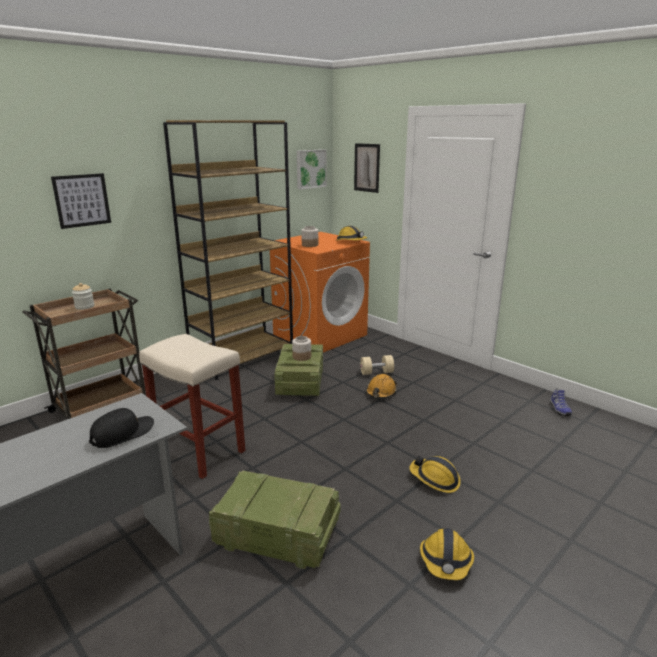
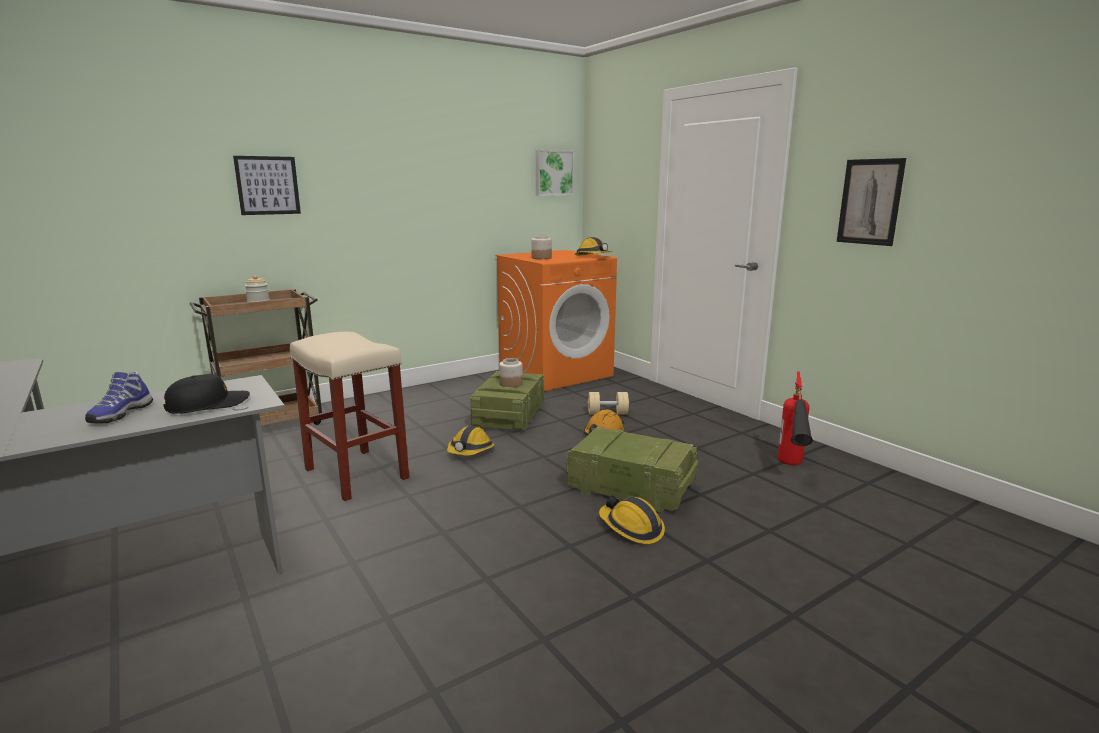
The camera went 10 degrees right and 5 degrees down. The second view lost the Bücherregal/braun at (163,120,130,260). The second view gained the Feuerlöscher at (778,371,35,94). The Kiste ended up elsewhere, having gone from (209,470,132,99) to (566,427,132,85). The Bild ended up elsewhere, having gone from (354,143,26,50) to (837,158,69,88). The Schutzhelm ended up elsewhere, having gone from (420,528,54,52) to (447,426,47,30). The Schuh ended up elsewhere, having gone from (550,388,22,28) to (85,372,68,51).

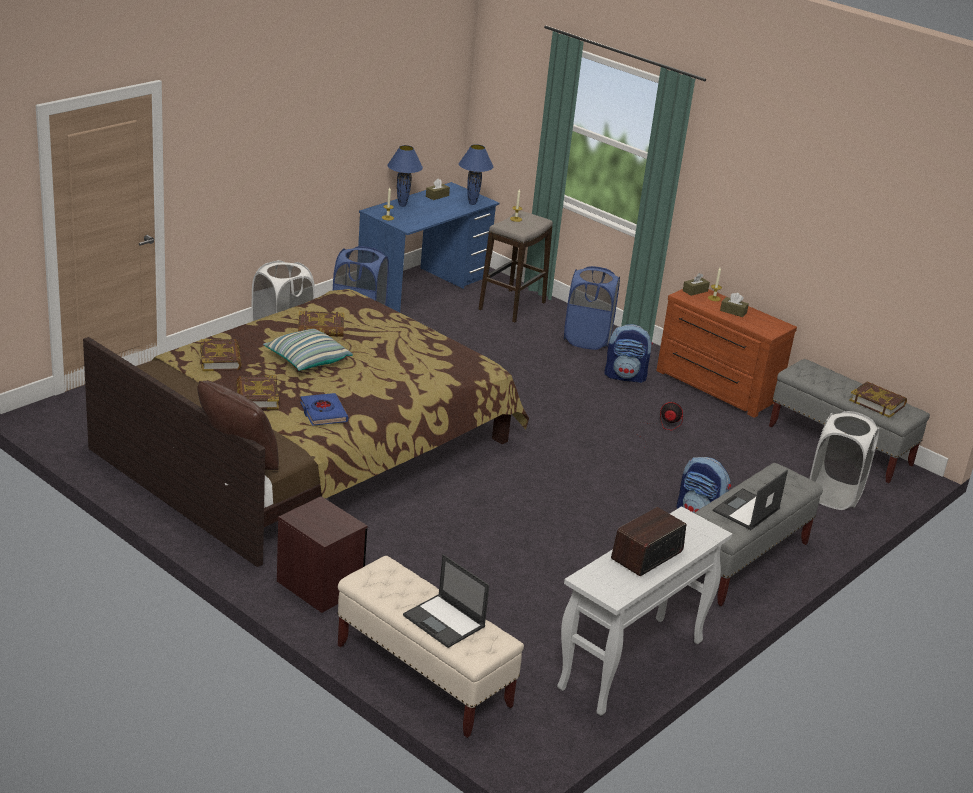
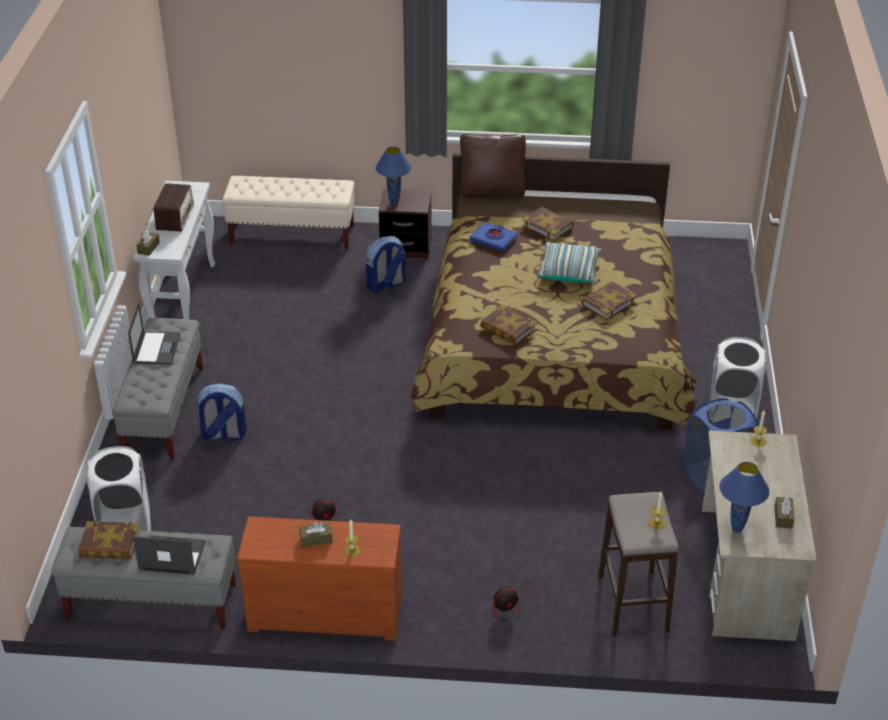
The camera went 145 degrees right and 10 degrees up. The Buch ended up elsewhere, having gone from (200,339,41,32) to (480,305,57,40). The Tischlampe/blau ended up elsewhere, having gone from (387,145,36,62) to (375,147,36,58). The Laptop ended up elsewhere, having gone from (403,554,86,94) to (133,535,73,40). The Rucksack ended up elsewhere, having gone from (604,324,49,59) to (366,236,40,57). The Taschentuchbox/braun ended up elsewhere, having gone from (683,273,27,23) to (136,230,24,26). Where the Wäschekorb/blau stood at (564,266,56,84), the Ventilator came to stand at (492,567,40,53). What was the Schreibtisch/blau at (358,182,141,131) turned into the Schreibtisch/beige at (702,430,115,211).

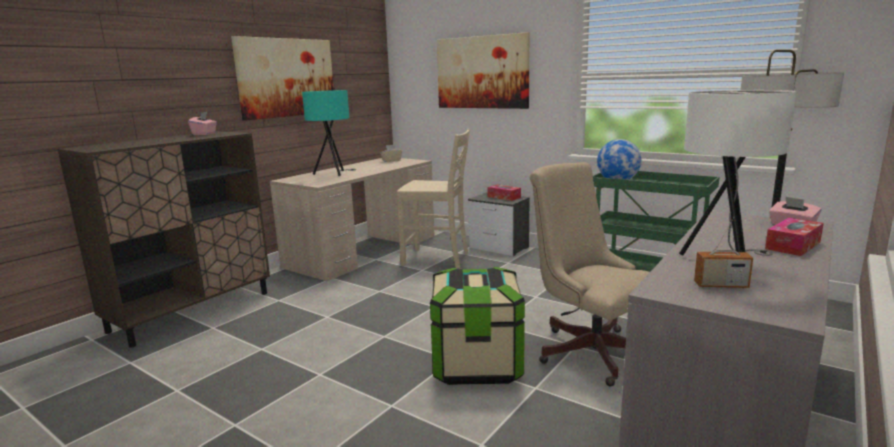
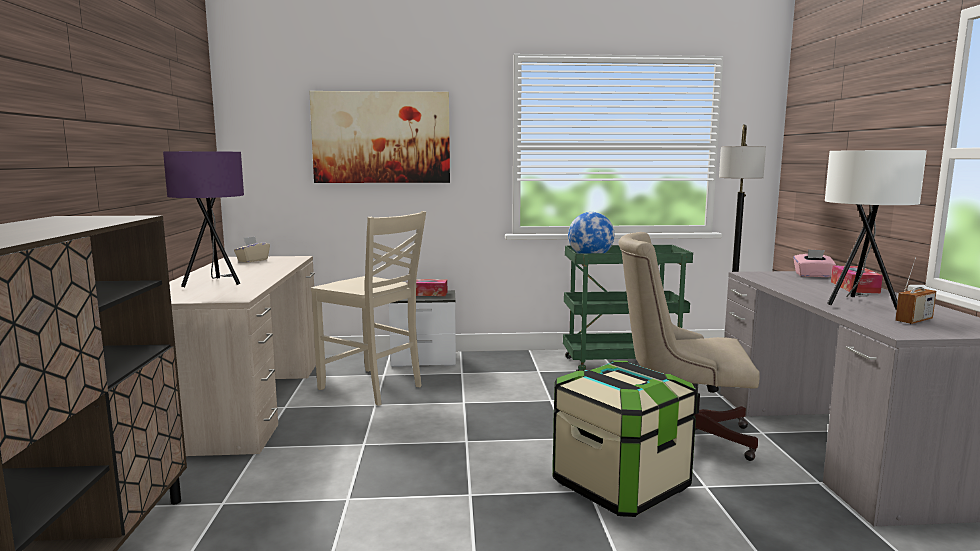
The camera went 40 degrees left and 5 degrees down. The second view lost the Taschentuchbox/rosa at (188,112,29,23). The second view lost the Bild at (231,36,103,85). What was the Tischlampe/türkis at (302,90,54,86) turned into the Tischlampe/lila at (163,151,81,136). The Stuhl/beige at (397,129,73,140) ended up facing another way, 60 degrees clockwise from before.

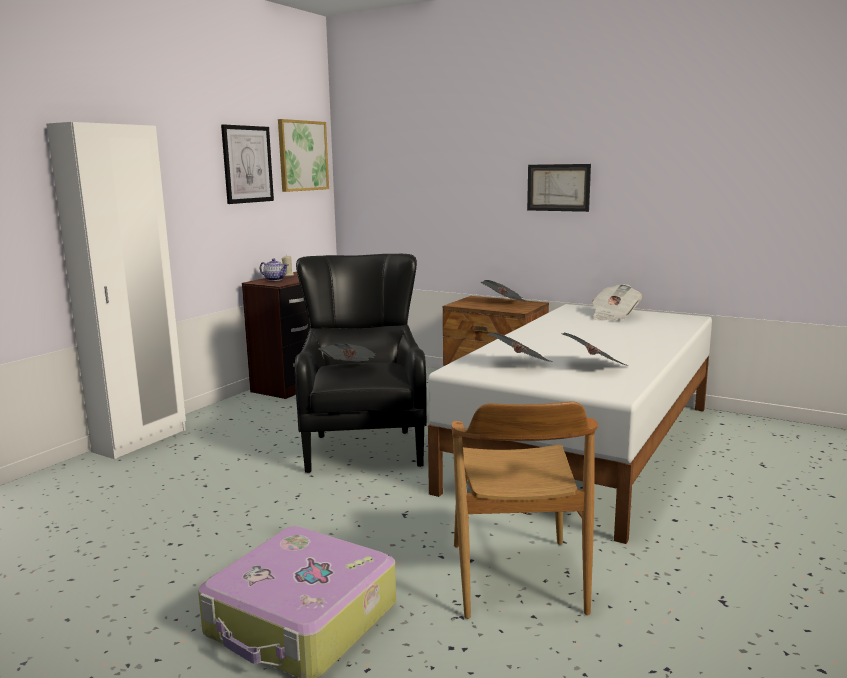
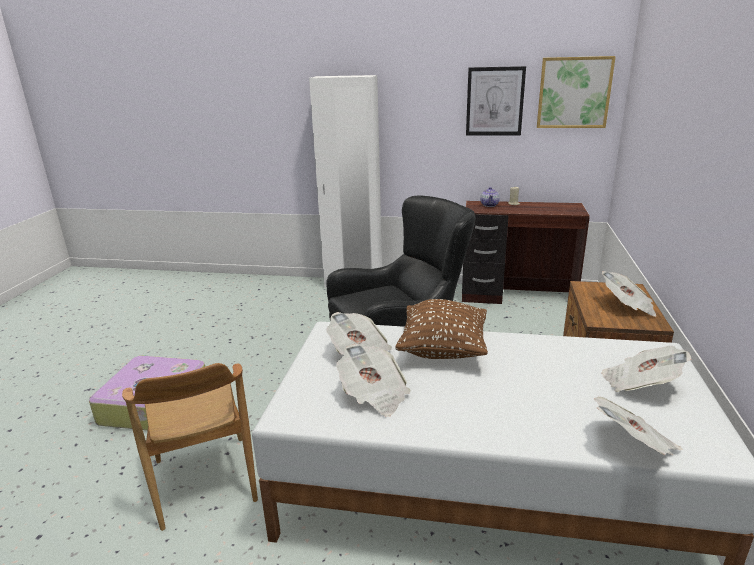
The camera went 70 degrees right and 10 degrees up. The second view lost the Bild at (527,164,64,48). The second view gained the Kissen/braun at (395,299,93,60). The Zeitung ended up elsewhere, having gone from (318,343,58,18) to (594,397,88,58). The Stuhl/braun at (451,401,147,218) ended up facing another way, 90 degrees counterclockwise from before.

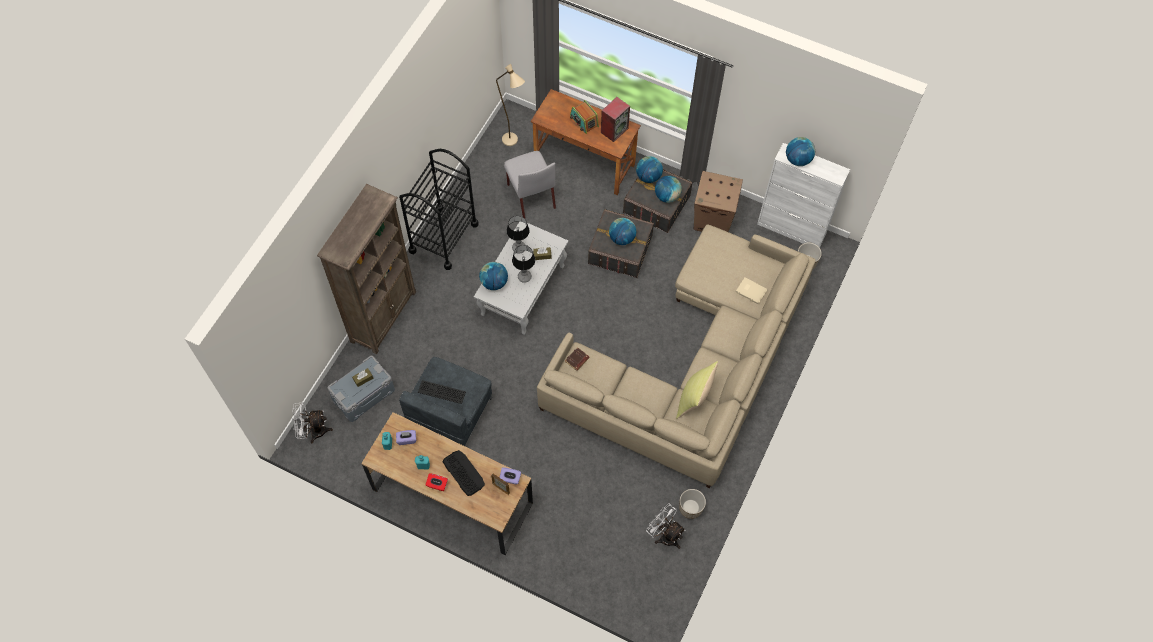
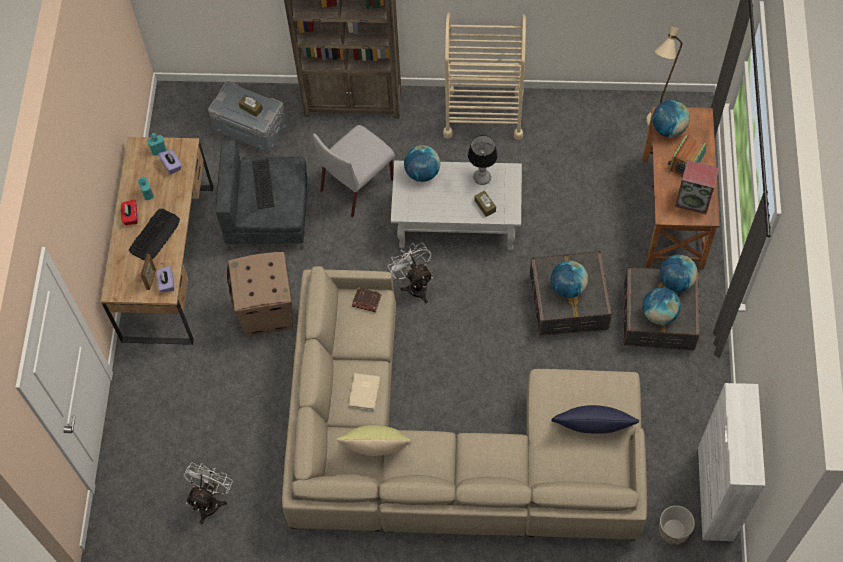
The camera went 70 degrees right and 0 degrees up. The second view lost the Tischlampe at (512,245,23,38). The second view lost the Pflanzkübel at (679,489,27,30). The second view gained the Kissen/blau at (551,405,88,29). The Ventilator/weiß ended up elsewhere, having gone from (292,402,41,41) to (388,242,45,61). The Stuhl/grau ended up elsewhere, having gone from (504,151,52,67) to (313,125,82,92). The Karton ended up elsewhere, having gone from (694,171,49,61) to (227,252,66,85). The Buch/beige ended up elsewhere, having gone from (736,277,31,27) to (348,373,32,37). The Globus ended up elsewhere, having gone from (786,137,29,29) to (652,100,38,37). What was the Rollwagen/schwarz at (399,149,80,121) turned into the Rollwagen/beige at (443,13,83,127).

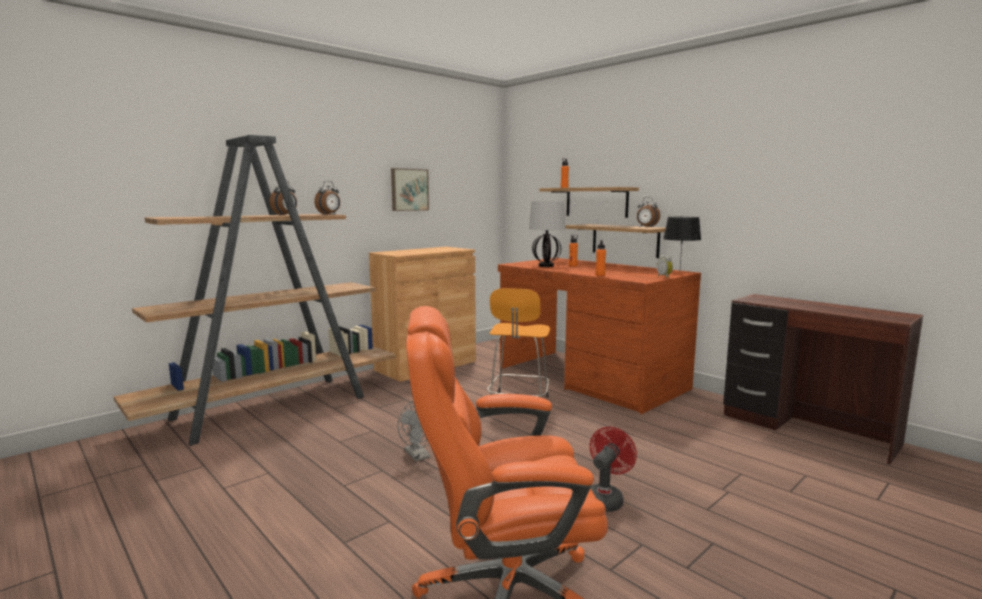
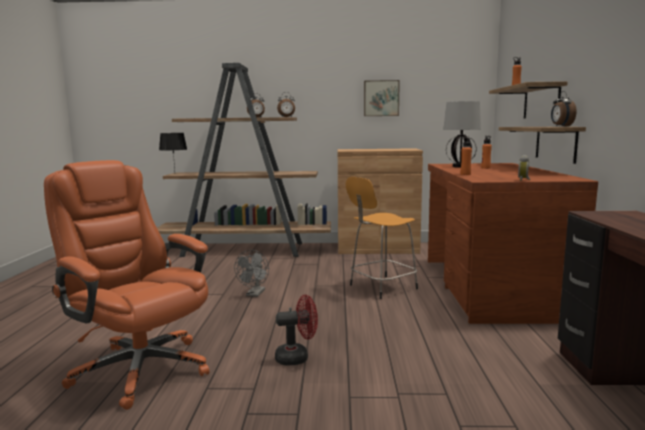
The camera went 45 degrees right and 0 degrees up. The Tischlampe/schwarz ended up elsewhere, having gone from (663,217,38,50) to (159,133,28,37).

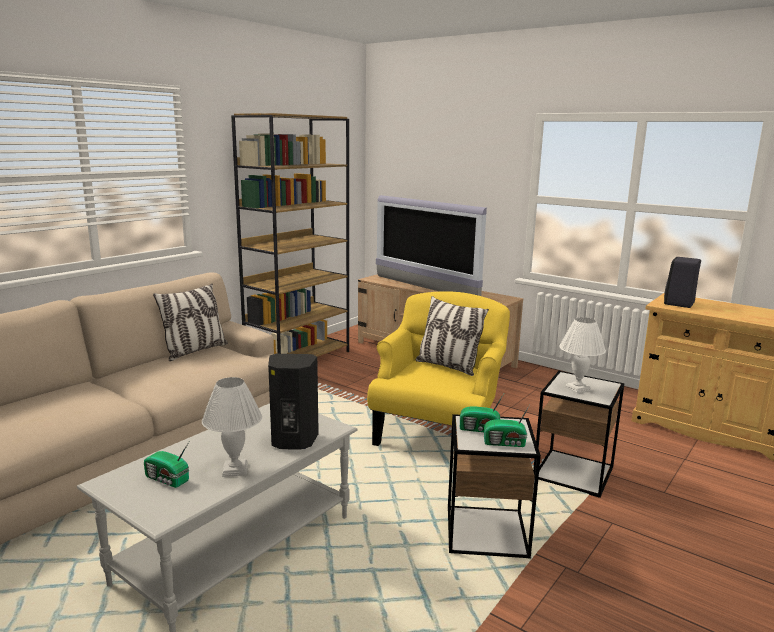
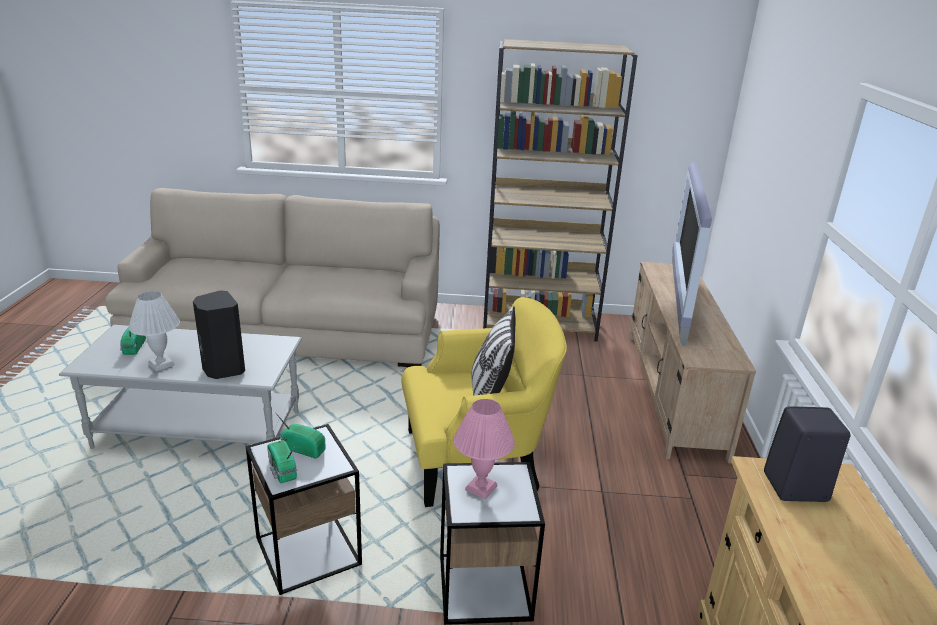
The camera went 55 degrees right and 10 degrees up. The second view lost the Kissen at (153,284,75,77). What was the Tischlampe/weiß at (559,317,47,76) turned into the Tischlampe/rosa at (454,399,61,100). The Radio at (460,392,45,40) ended up facing another way, 135 degrees clockwise from before.

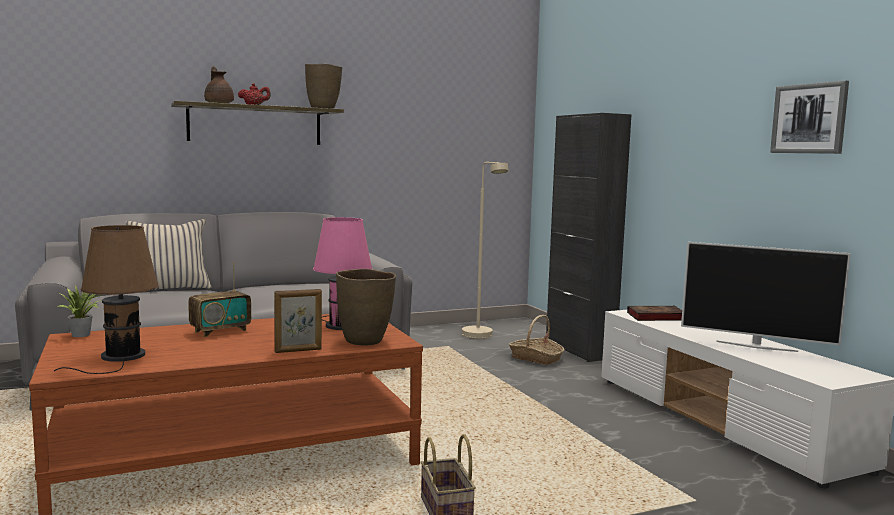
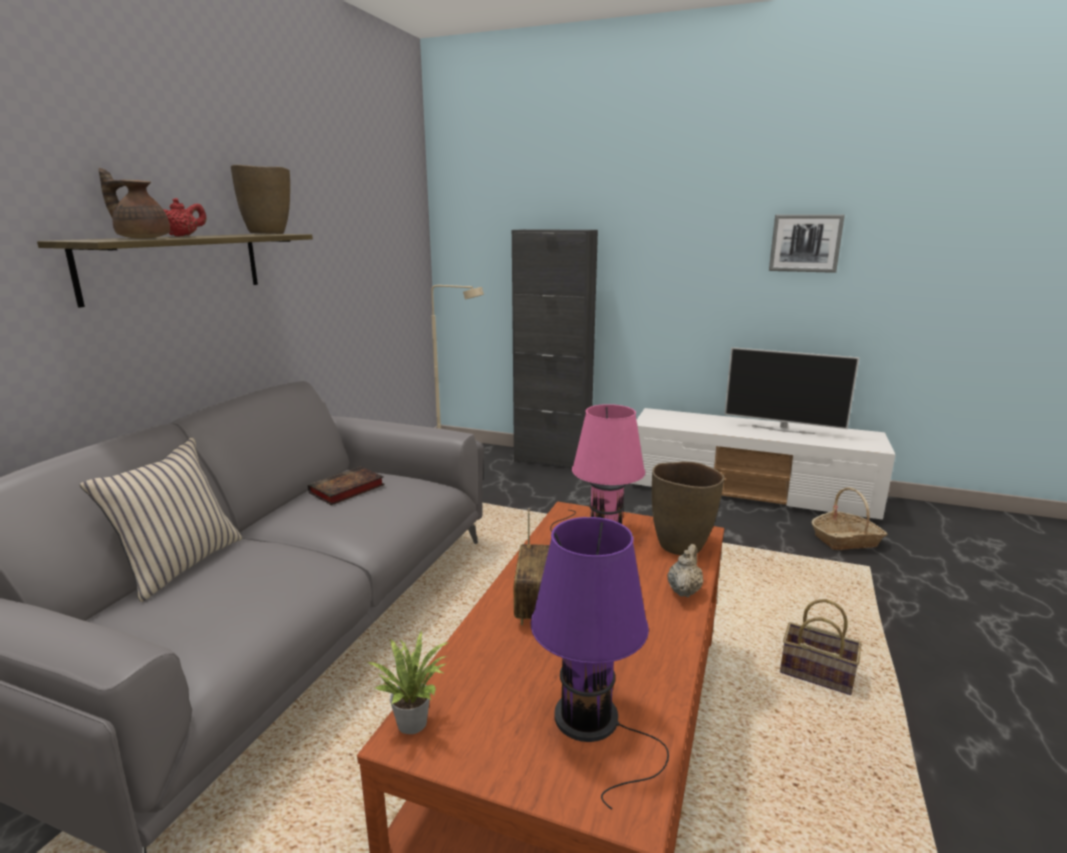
The camera went 45 degrees left and 10 degrees up. The Korb ended up elsewhere, having gone from (509,315,56,50) to (811,487,76,63). The Buch ended up elsewhere, having gone from (627,306,55,15) to (308,466,77,39). Where the Bilderrahmen stood at (274,289,48,64), the Teekanne/beige came to stand at (667,544,37,53). What was the Tischlampe/braun at (54,225,105,149) turned into the Tischlampe/lila at (531,517,138,293). The Fernseher at (681,242,170,110) ended up facing another way, 45 degrees clockwise from before.

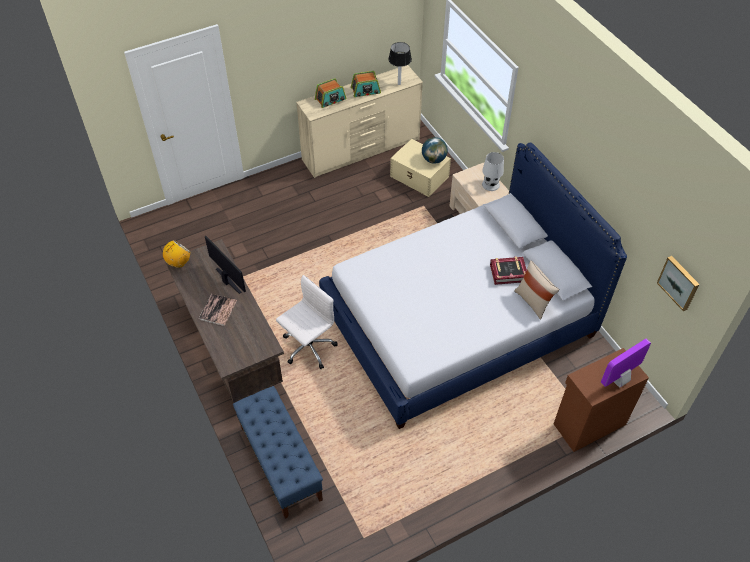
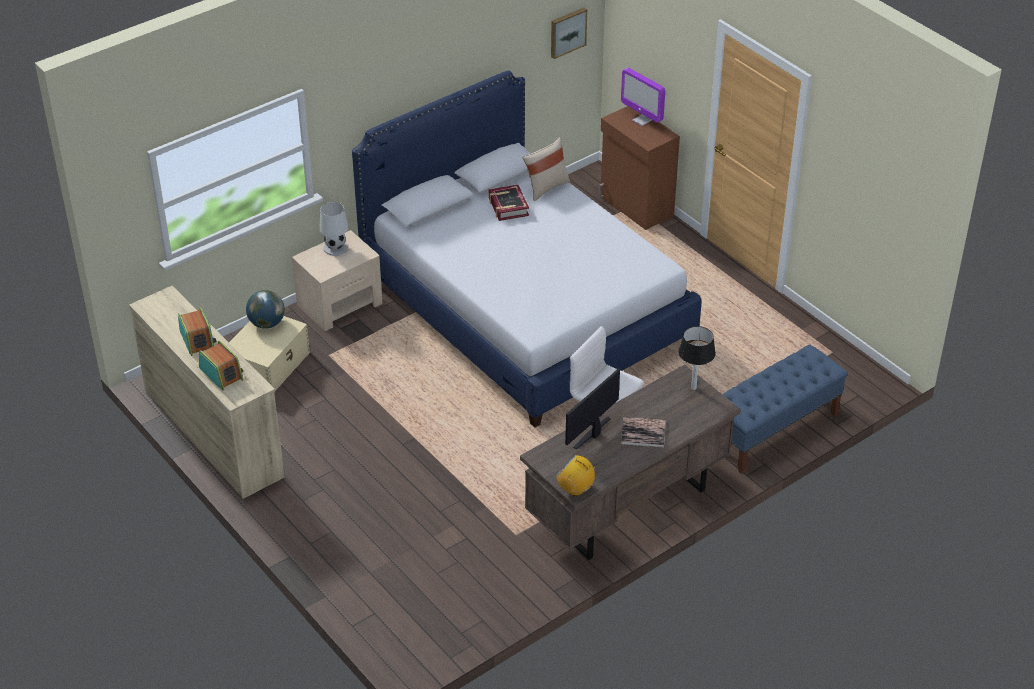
The camera went 100 degrees left and 10 degrees down. The Tischlampe ended up elsewhere, having gone from (388,42,24,43) to (678,326,38,64).

